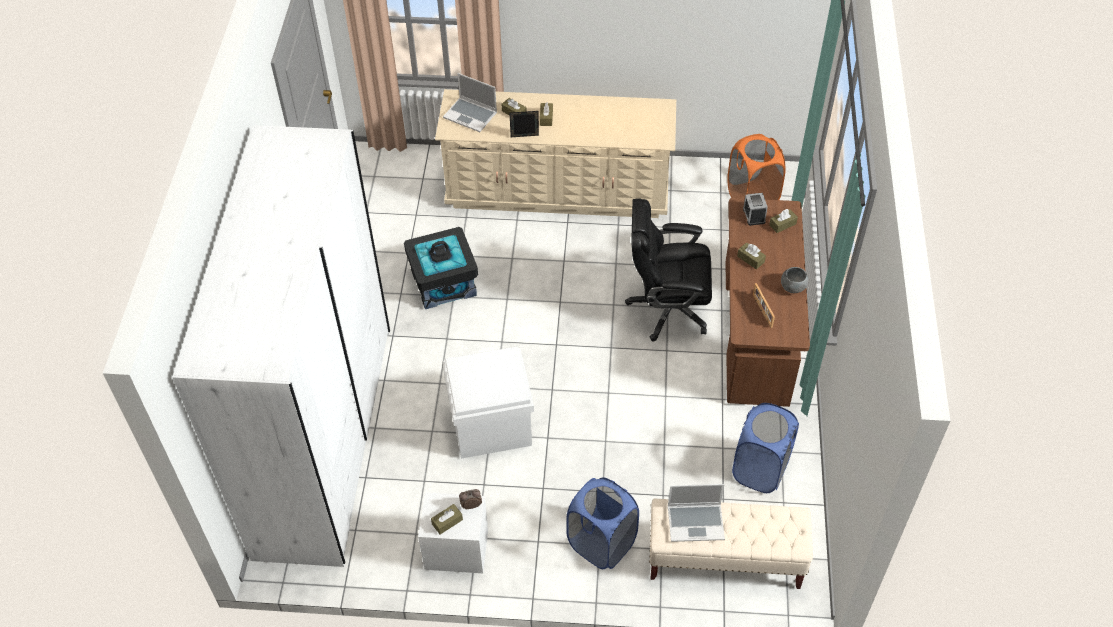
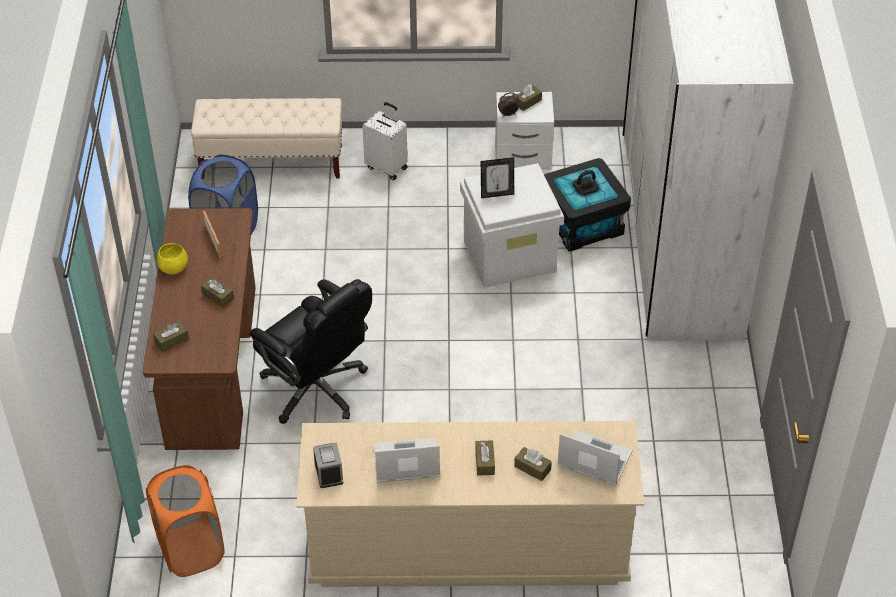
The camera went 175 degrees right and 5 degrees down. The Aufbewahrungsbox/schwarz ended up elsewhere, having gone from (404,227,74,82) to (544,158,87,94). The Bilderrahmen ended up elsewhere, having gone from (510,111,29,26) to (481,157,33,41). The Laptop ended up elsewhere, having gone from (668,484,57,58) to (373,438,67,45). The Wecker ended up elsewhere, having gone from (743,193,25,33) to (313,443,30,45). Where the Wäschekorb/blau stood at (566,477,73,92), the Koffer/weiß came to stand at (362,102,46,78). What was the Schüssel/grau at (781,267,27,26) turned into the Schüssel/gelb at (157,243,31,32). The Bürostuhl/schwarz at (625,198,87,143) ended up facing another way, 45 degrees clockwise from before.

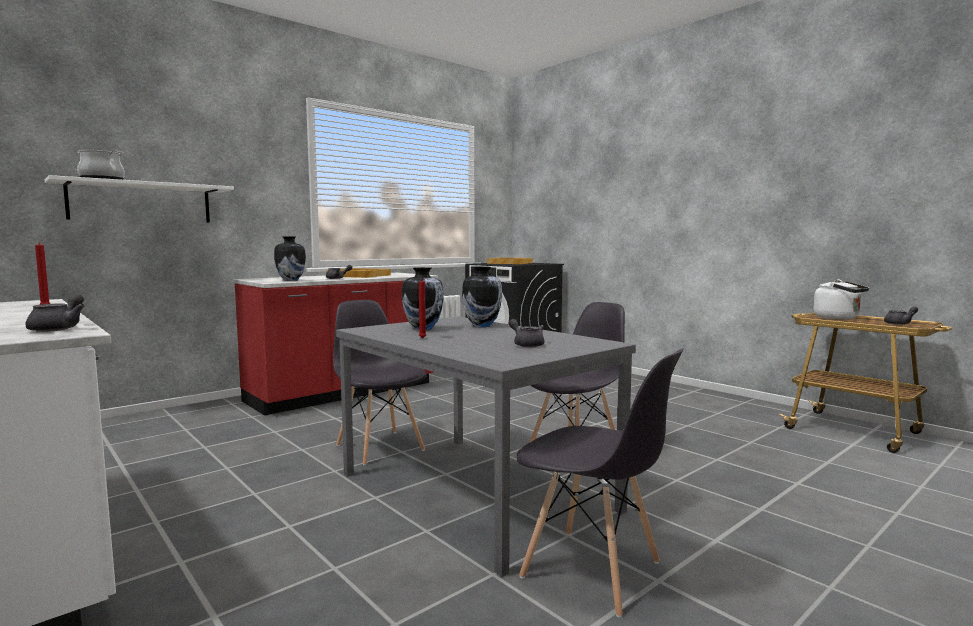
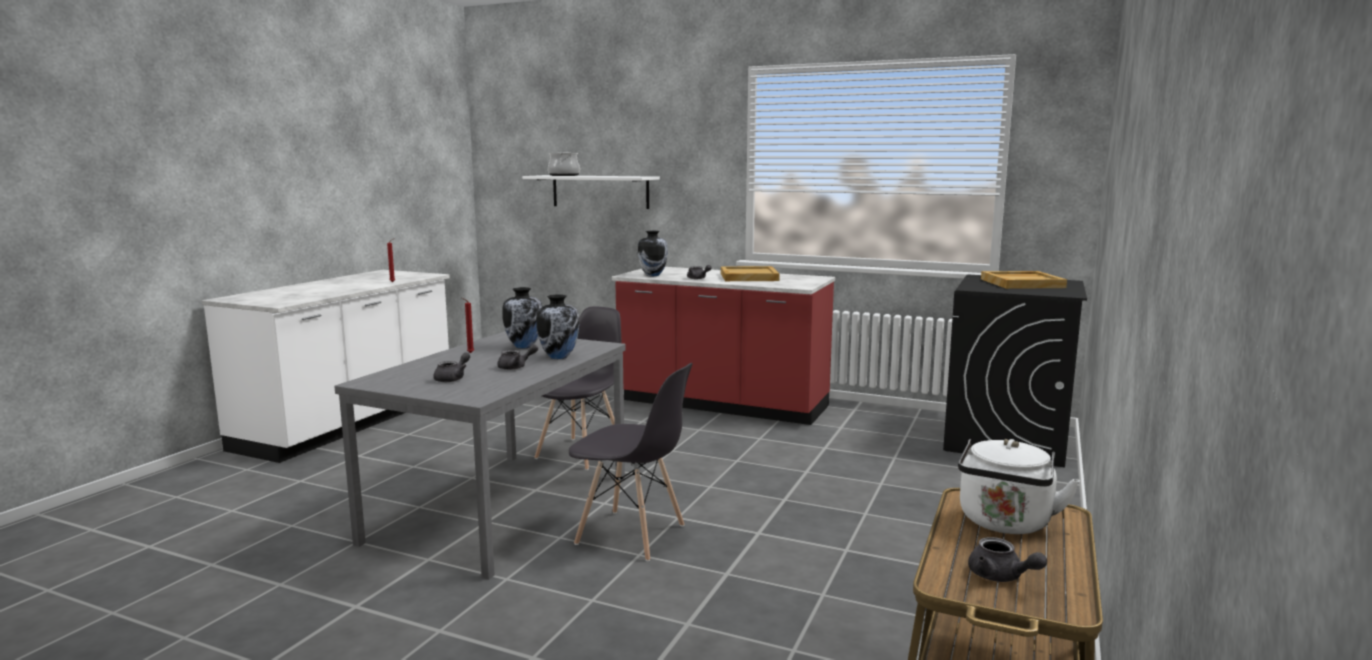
The camera went 65 degrees right and 5 degrees up. The second view lost the Stuhl/grau at (517,348,166,270). The Teekanne/grau ended up elsewhere, having gone from (26,294,59,38) to (497,344,41,26).

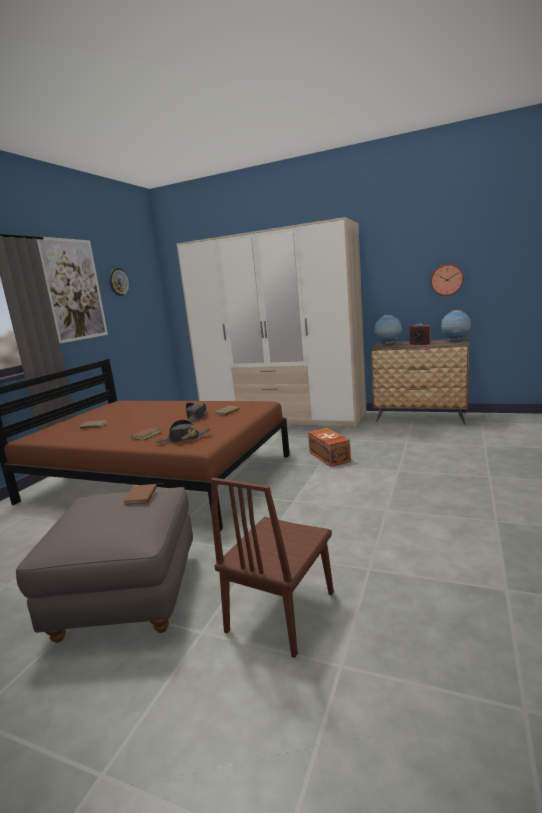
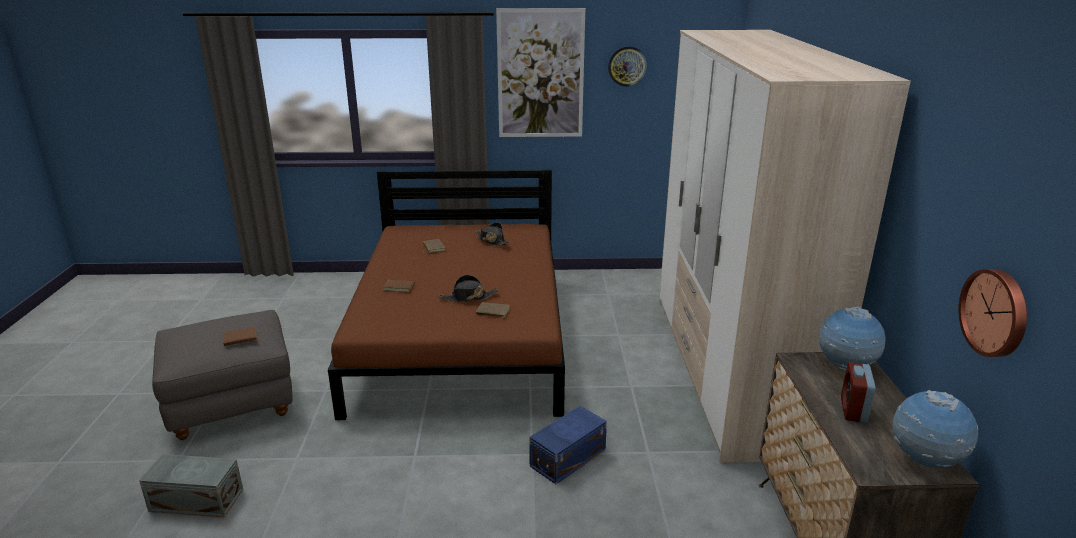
The camera went 65 degrees right and 10 degrees up. The Hut/schwarz ended up elsewhere, having gone from (156,419,54,25) to (475,222,35,24). Where the Stuhl/braun stood at (211,478,123,180), the Aufbewahrungsbox/grau came to stand at (139,454,104,64). What was the Aufbewahrungsbox/braun at (308,428,43,39) turned into the Aufbewahrungsbox/blau at (529,406,78,78).

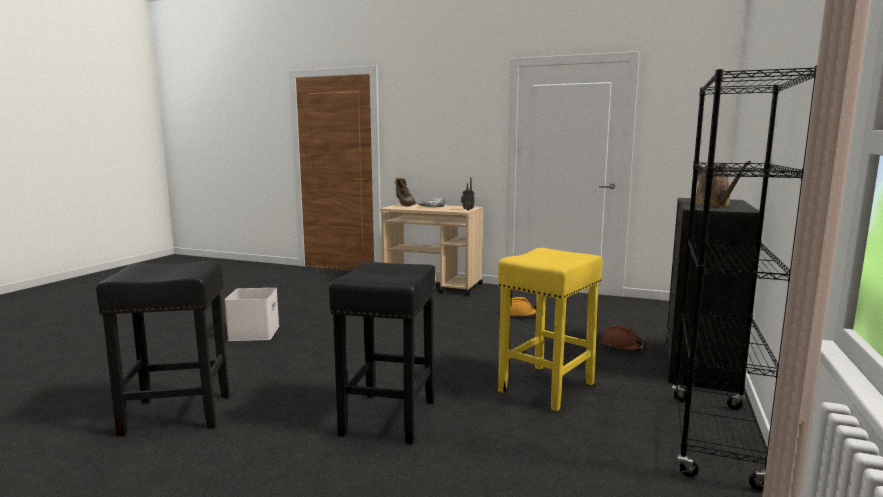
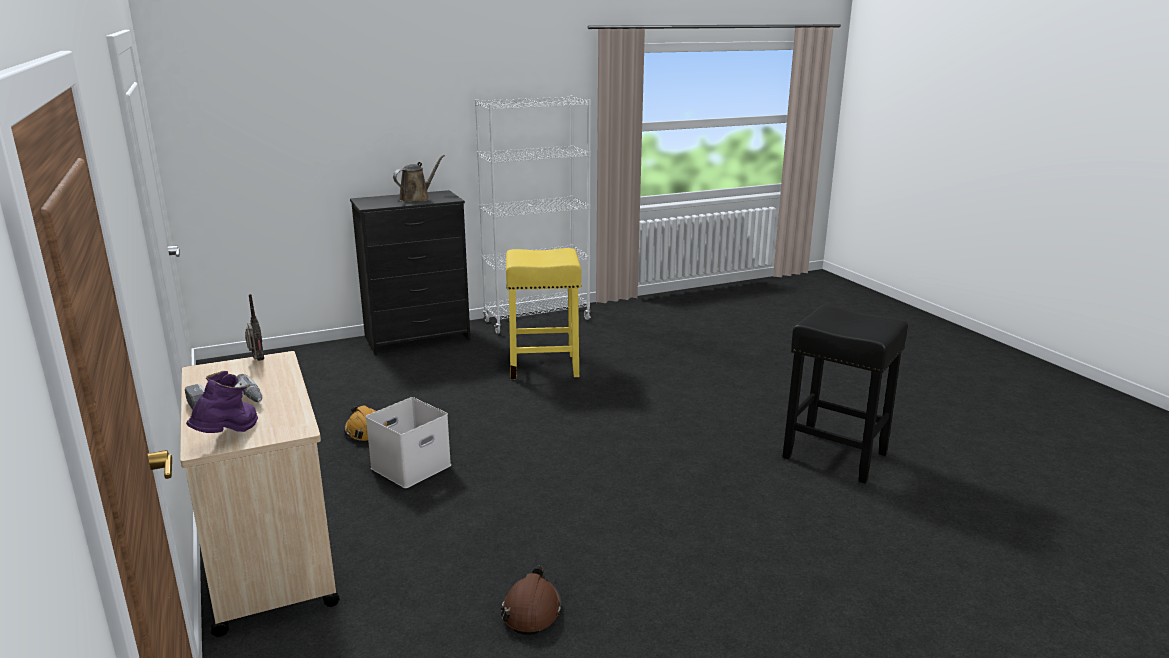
The camera went 135 degrees left and 10 degrees up. The second view lost the Hocker/schwarz at (329,262,107,183). The Aufbewahrungsbox/weiß ended up elsewhere, having gone from (224,288,55,53) to (365,397,86,91). The Schutzhelm/braun ended up elsewhere, having gone from (601,325,44,26) to (501,566,61,69). What was the Stiefel/braun at (395,178,21,29) turned into the Stiefel/lila at (186,371,72,62). What was the Bücherregal/schwarz at (672,65,145,426) turned into the Bücherregal/weiß at (475,96,116,238).

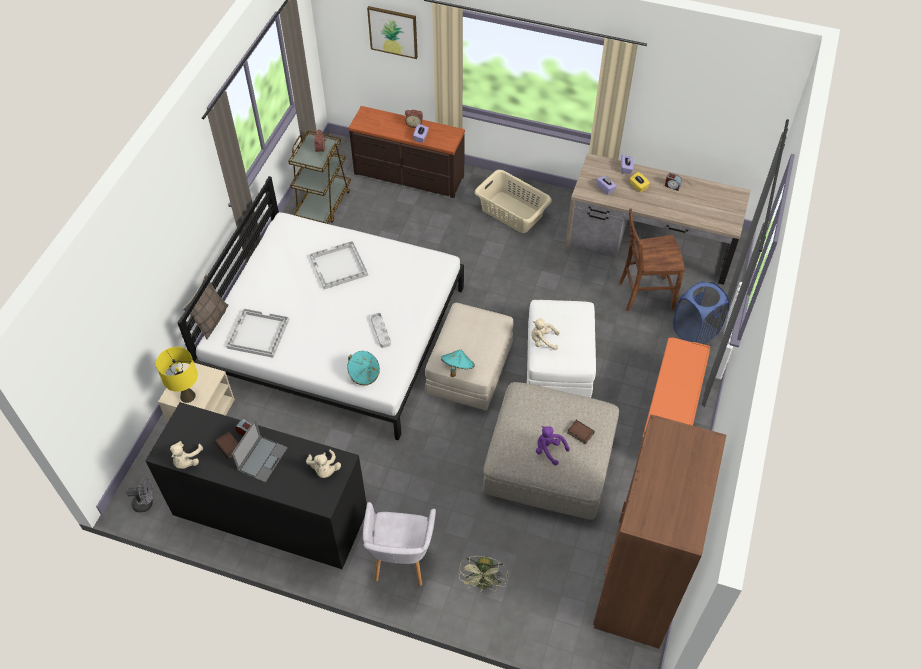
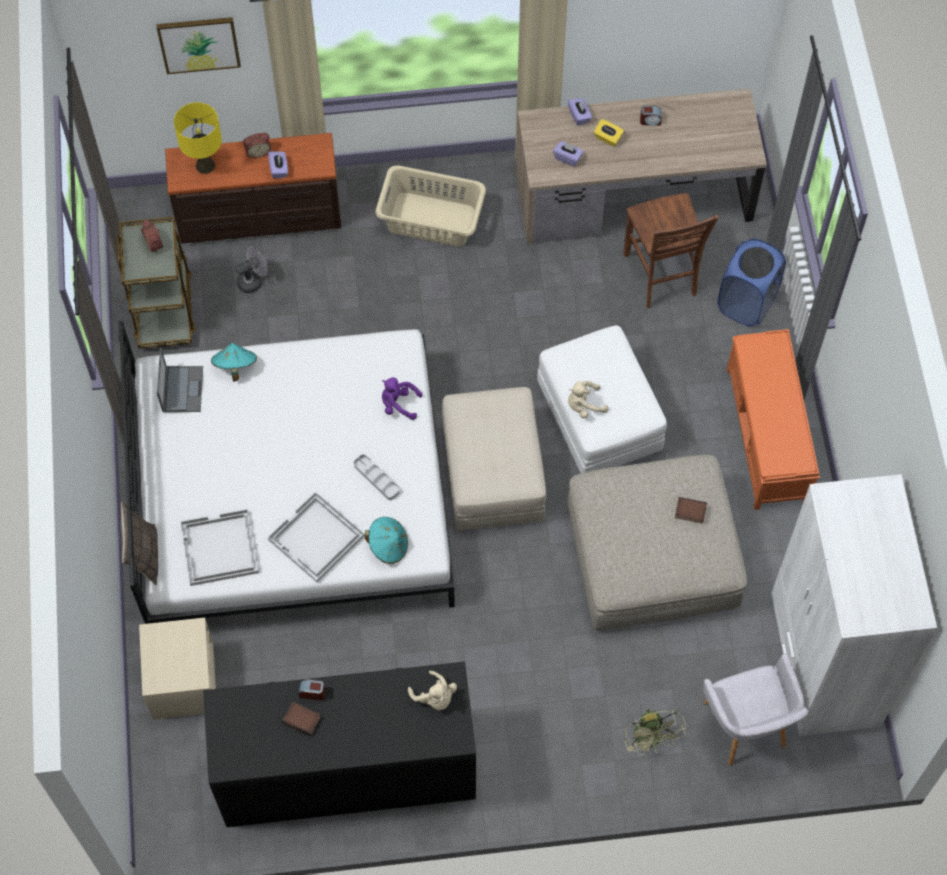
The camera went 25 degrees left and 10 degrees up. The second view lost the Plüschtier/beige at (170,441,33,28). The Ventilator/grau ended up elsewhere, having gone from (126,477,28,36) to (236,246,31,47). The Tischlampe/gelb ended up elsewhere, having gone from (156,347,42,56) to (174,102,48,72). The Laptop ended up elsewhere, having gone from (232,419,56,64) to (157,348,46,64). The Tablett/weiß ended up elsewhere, having gone from (310,241,58,48) to (268,491,97,91). The Sessel/grau ended up elsewhere, having gone from (363,502,73,84) to (703,653,106,113). The Hut/türkis ended up elsewhere, having gone from (441,350,34,27) to (211,343,46,39). The Plüschtier/lila ended up elsewhere, having gone from (536,426,34,39) to (382,377,41,43). What was the Kleiderschrank/braun at (593,414,133,235) turned into the Kleiderschrank/weiß at (771,474,166,262). The Stuhl/braun at (619,209,66,102) ended up facing another way, 75 degrees counterclockwise from before.

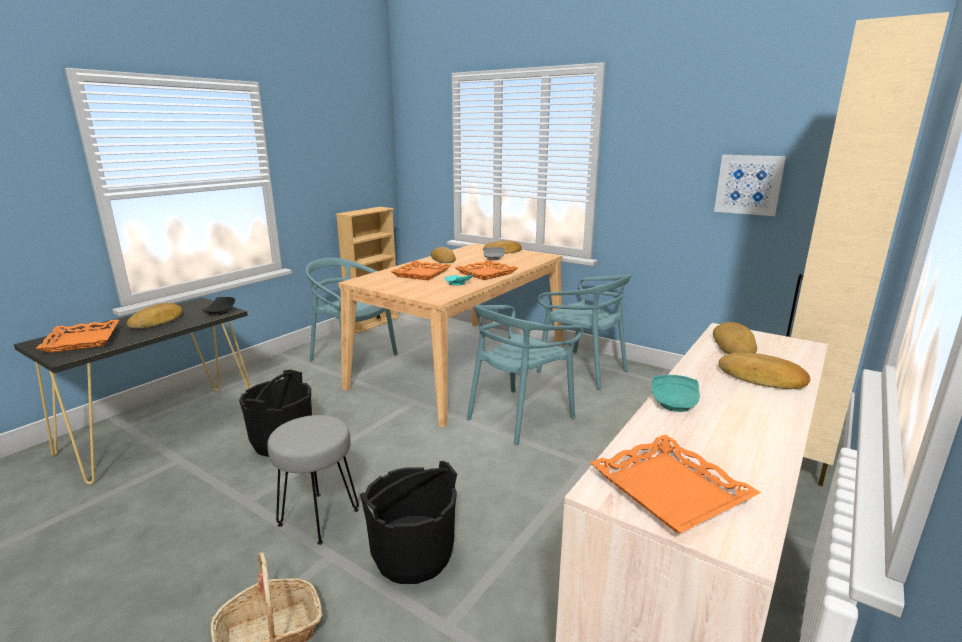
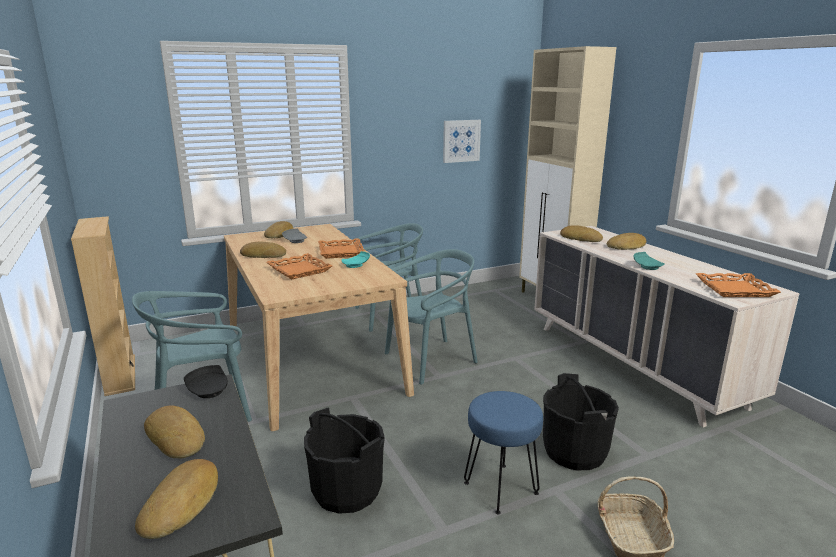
The camera went 60 degrees left and 0 degrees up. Where the Tablett/orange stood at (36,319,83,34), the Brot came to stand at (135,459,83,80). What was the Hocker/grau at (267,415,92,130) turned into the Hocker/blau at (464,391,79,124). The Stuhl/türkis at (467,305,116,140) ended up facing another way, 105 degrees counterclockwise from before.

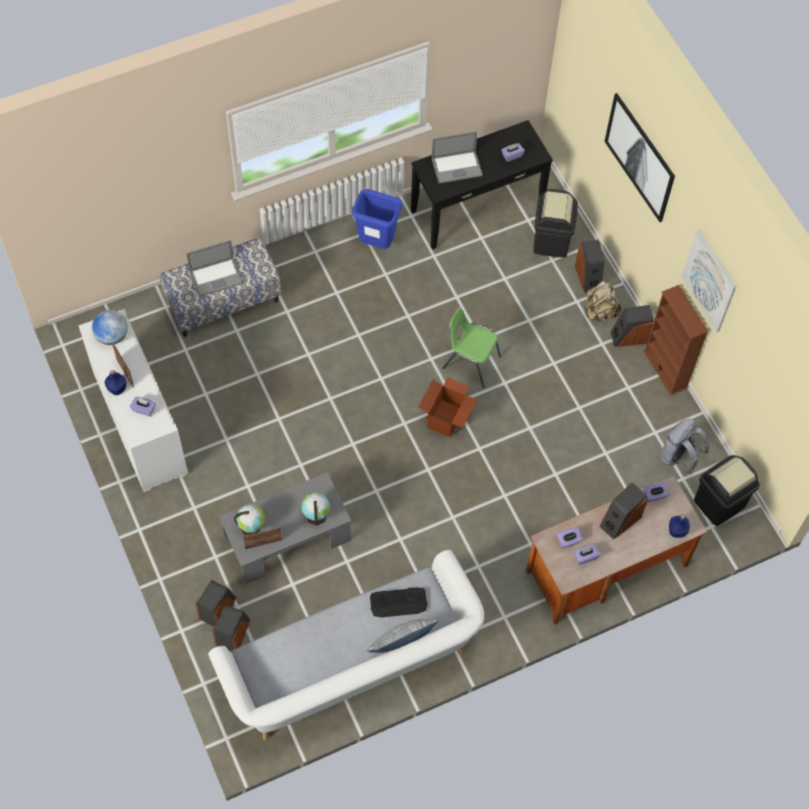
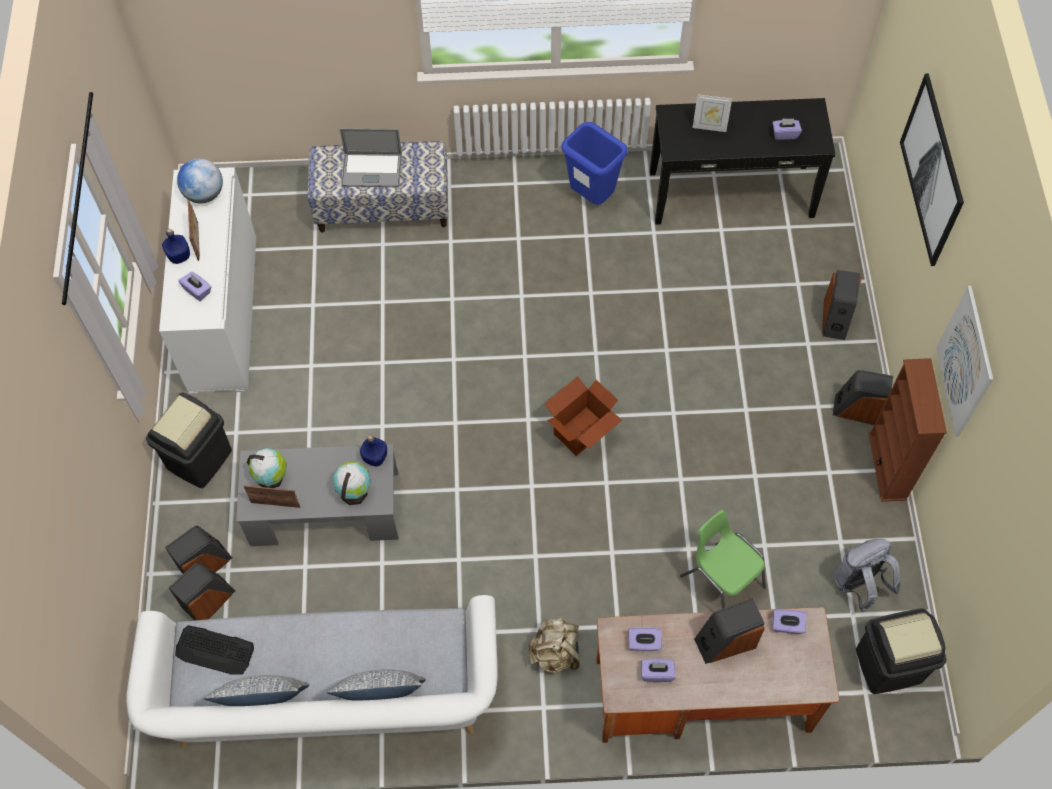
The camera went 25 degrees right and 0 degrees up. The second view gained the Kissen at (203,675,106,31). The Tastatur ended up elsewhere, having gone from (370,588,57,30) to (175,625,79,50). The Stuhl/grün ended up elsewhere, having gone from (442,307,59,81) to (680,510,86,99). The Mülleimer/schwarz ended up elsewhere, having gone from (533,189,45,69) to (146,392,86,96). The Rucksack/beige ended up elsewhere, having gone from (584,281,37,41) to (529,617,50,56). The Flasche/blau ended up elsewhere, having gone from (669,515,21,23) to (360,435,27,31). Where the Laptop stood at (432,131,51,53), the Bilderrahmen came to stand at (692,94,40,38).

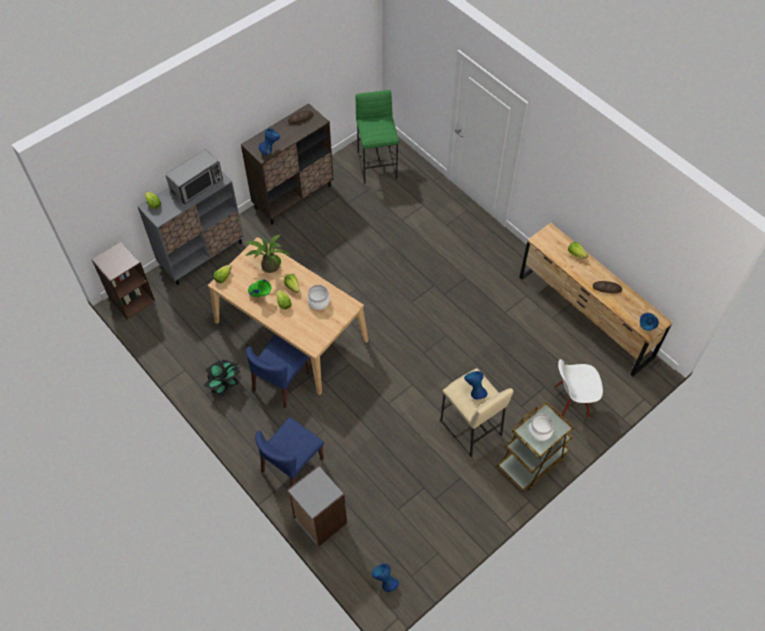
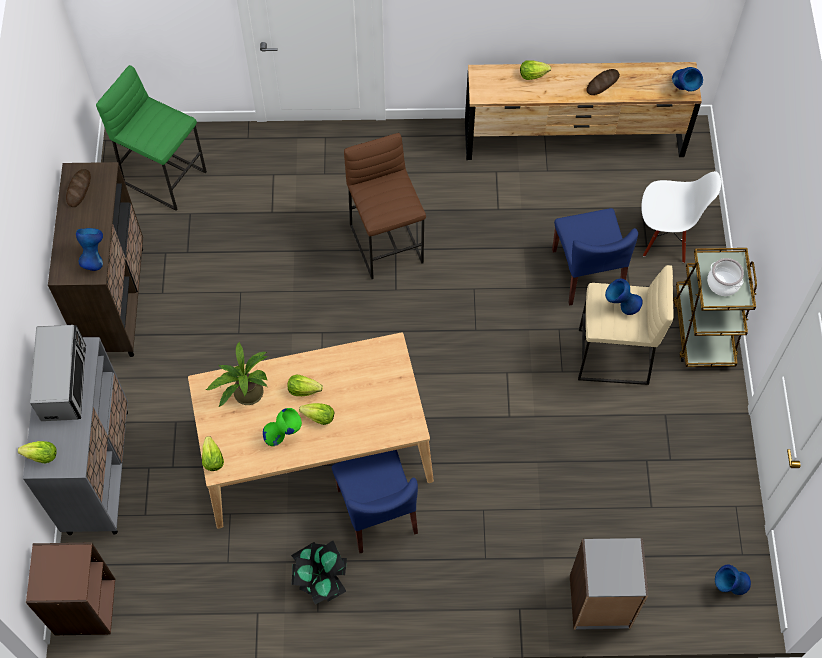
The camera went 50 degrees left and 5 degrees up. The second view lost the Kochtopf at (307,285,23,25). The second view gained the Hocker/braun at (344,133,82,146). The Stuhl/blau ended up elsewhere, having gone from (255,417,69,70) to (552,208,86,98). The Stuhl/weiß at (554,359,49,59) ended up facing another way, 120 degrees counterclockwise from before.

